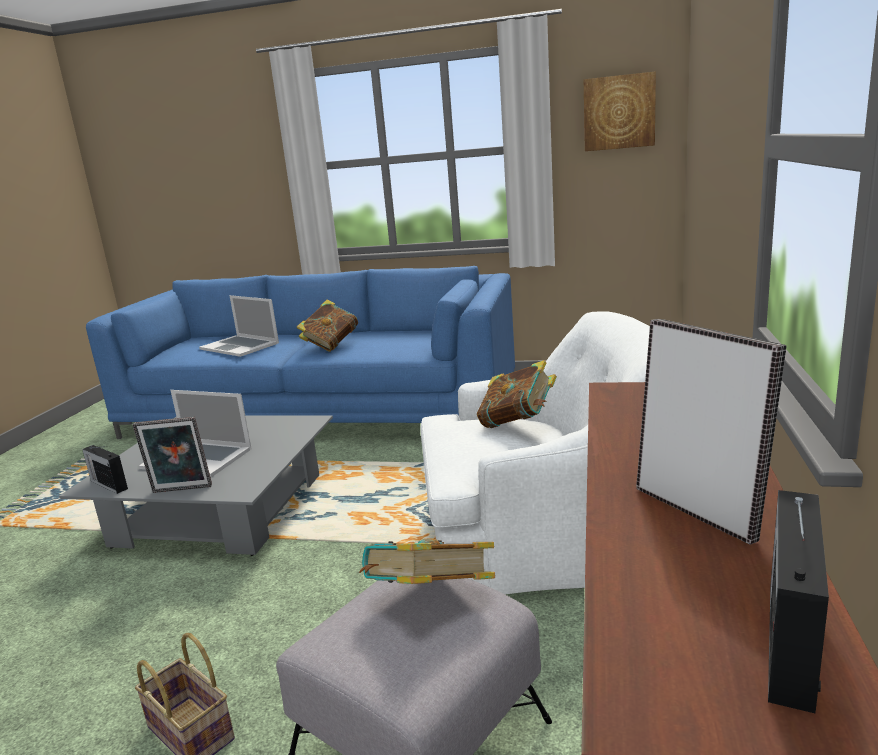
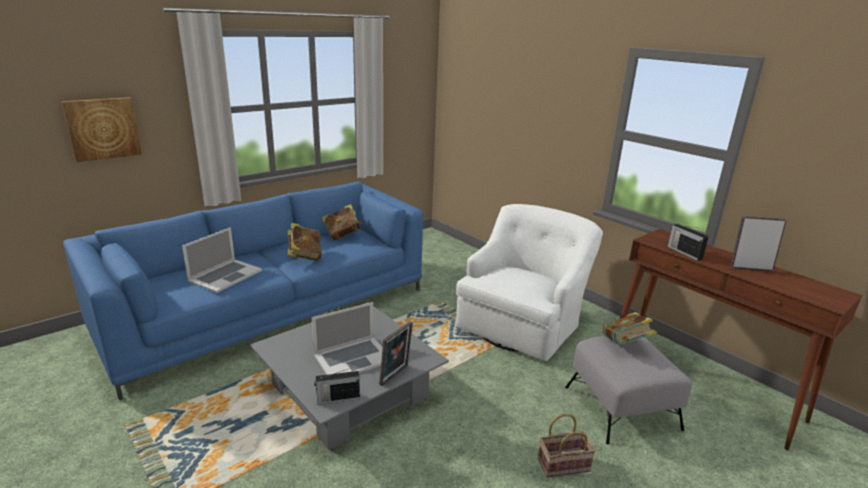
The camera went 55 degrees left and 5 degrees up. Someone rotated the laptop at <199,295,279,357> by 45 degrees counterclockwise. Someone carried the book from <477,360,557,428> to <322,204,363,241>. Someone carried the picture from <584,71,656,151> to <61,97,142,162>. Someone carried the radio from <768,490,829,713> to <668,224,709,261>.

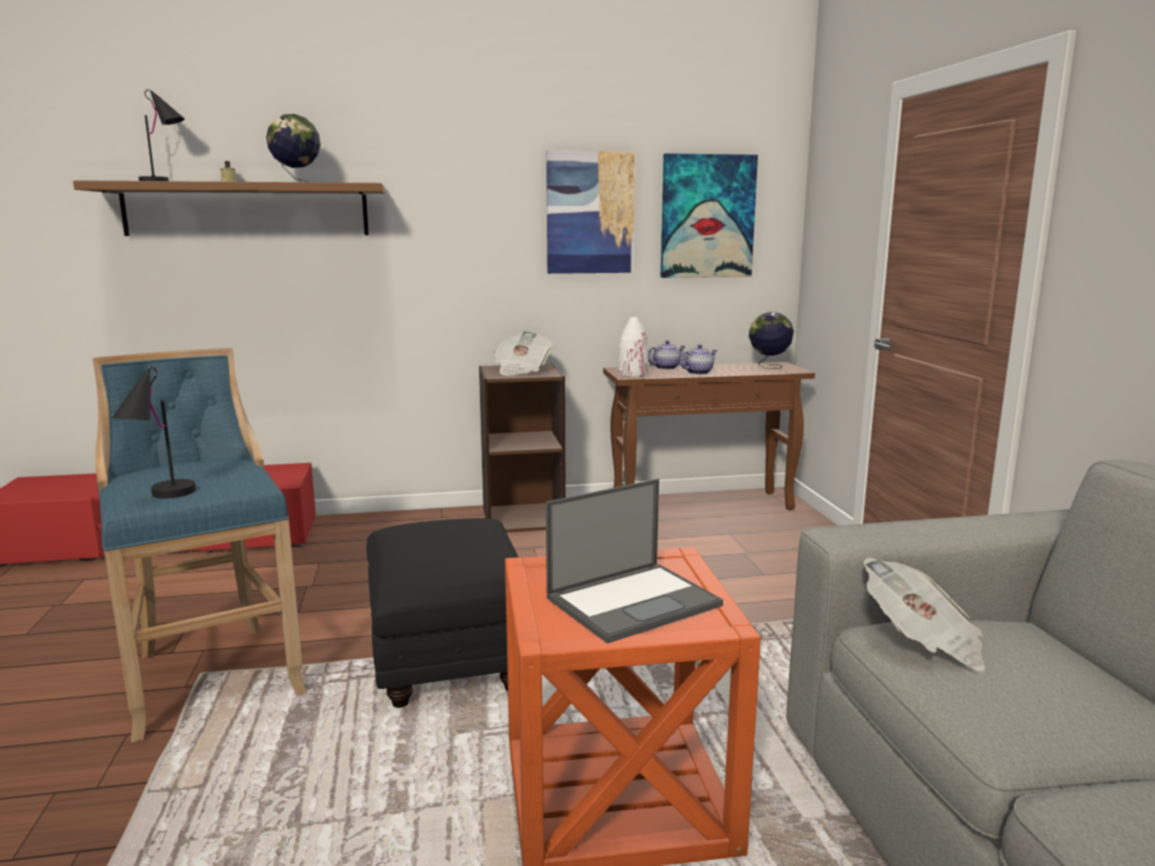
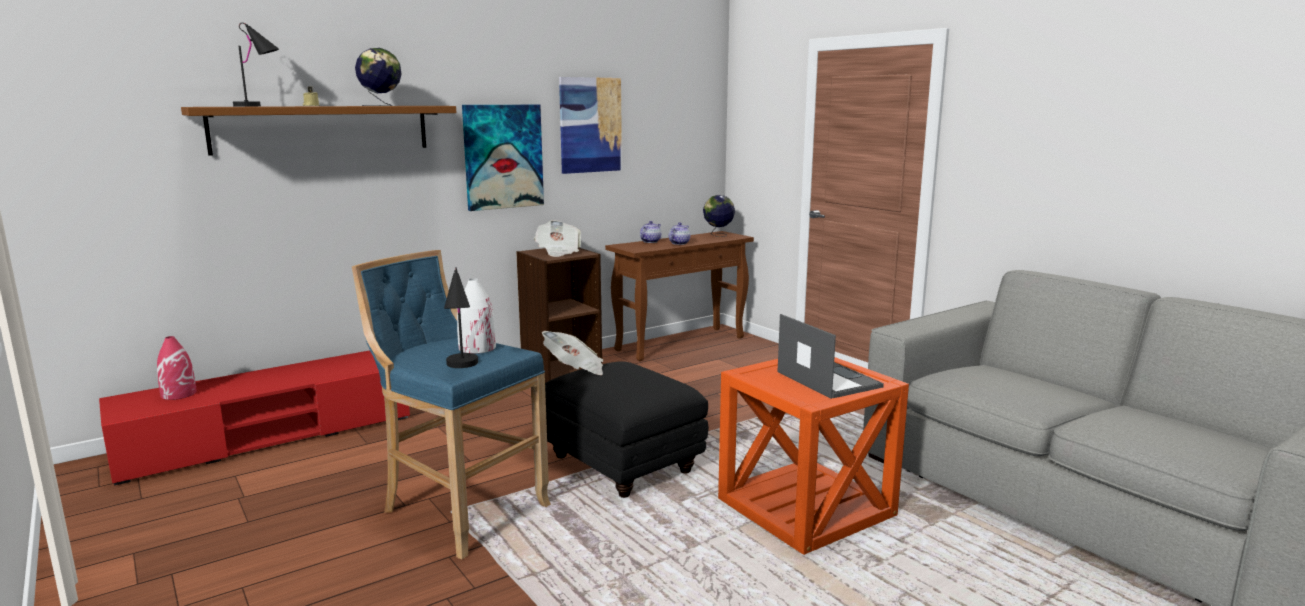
The camera went 25 degrees left and 0 degrees up. Someone rotated the laptop at <546,479,723,644> by 60 degrees counterclockwise. Someone carried the vase (white) from <618,316,649,377> to <457,279,496,354>. Someone carried the picture from <661,153,758,278> to <462,105,544,211>. Someone carried the newspaper from <864,558,985,672> to <542,331,603,375>. Someone put down the vase (red) at <157,336,197,400>.

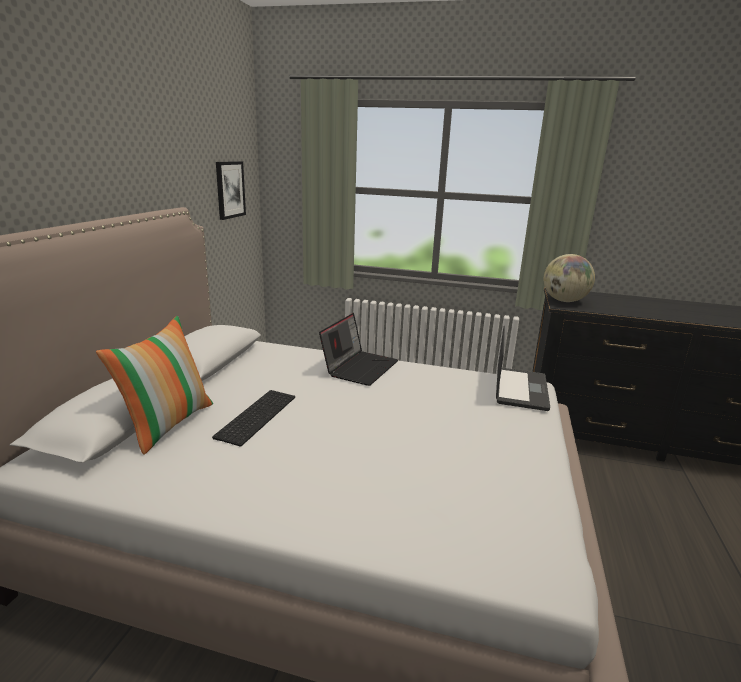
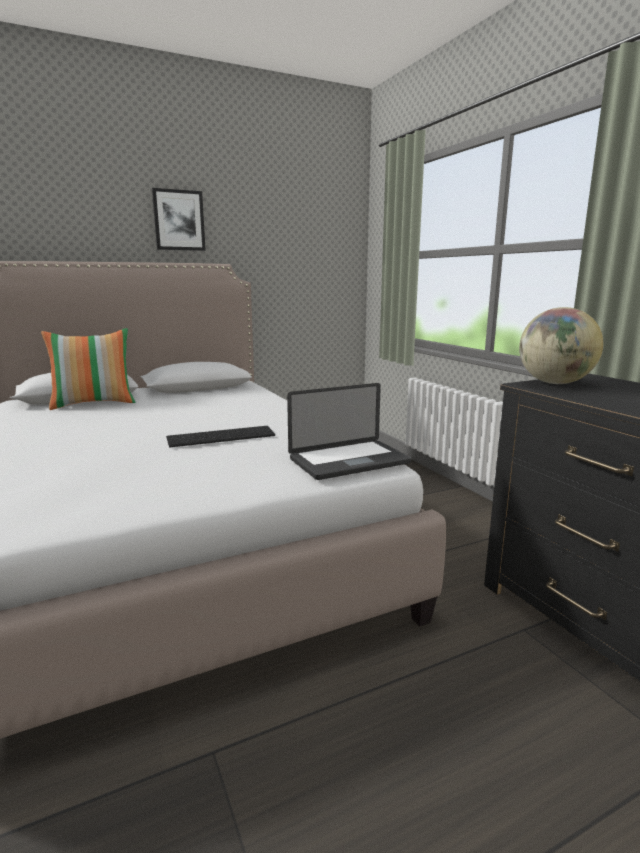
The camera went 50 degrees right and 5 degrees down. Someone carried the keyboard from <212,390,295,446> to <166,426,275,447>. Someone carried the picture from <216,161,246,220> to <152,188,206,251>. Someone took away the laptop at <319,313,398,386>.

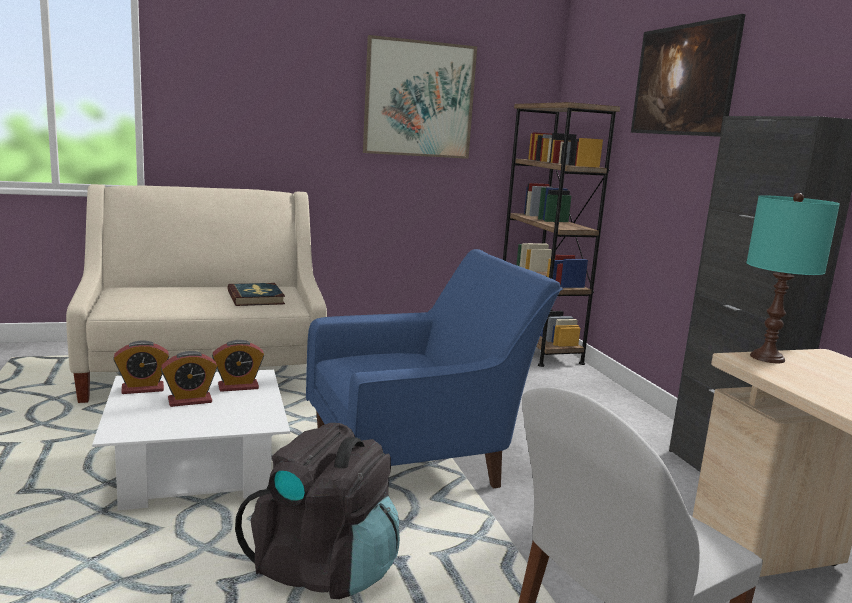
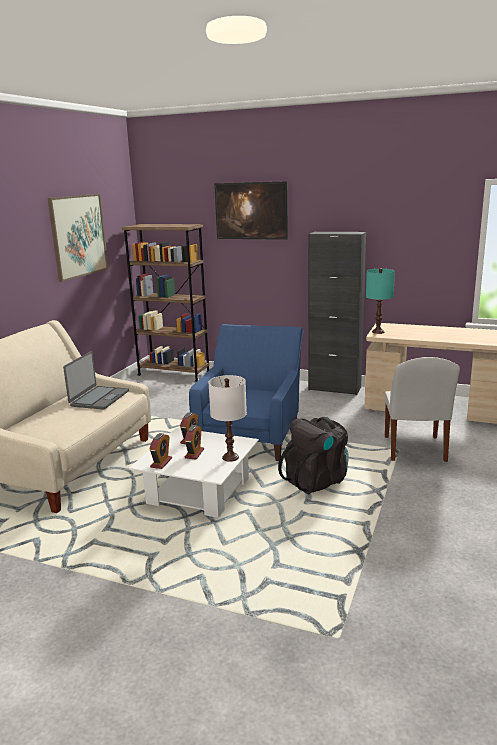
The camera went 50 degrees left and 5 degrees up. Someone swapped the book at <227,283,285,306> for the laptop at <63,351,129,410>. Someone put down the table lamp (white) at <208,375,247,462>.

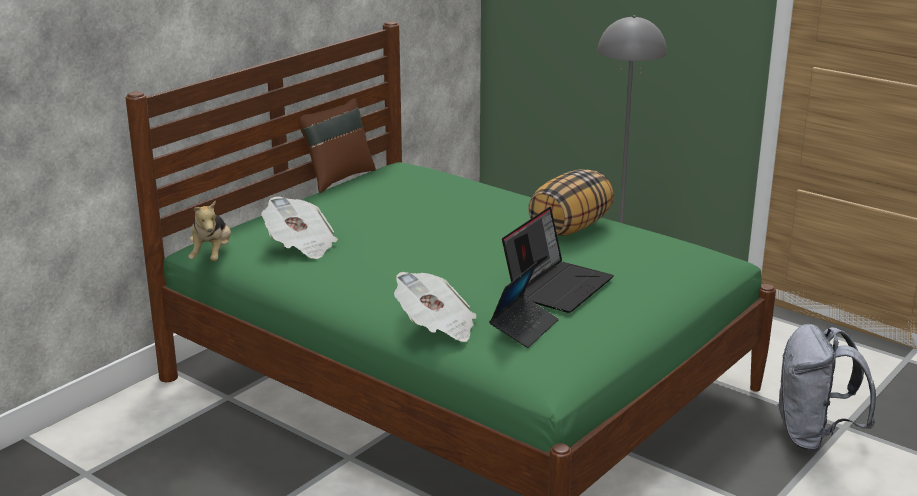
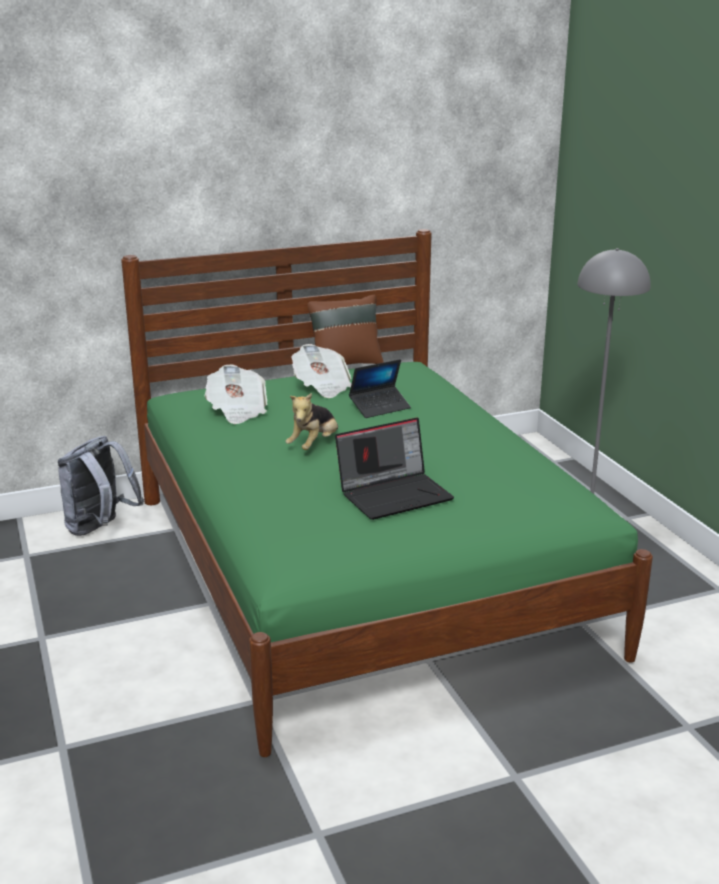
The camera went 30 degrees right and 0 degrees up. Someone carried the plush toy from <188,200,231,261> to <285,393,338,450>. Someone carried the newspaper from <394,272,477,342> to <291,344,352,398>. Someone carried the laptop from <489,262,559,348> to <349,359,411,418>. Someone took away the pillow at <528,169,614,236>. Someone carried the backpack (grey) from <777,324,876,452> to <58,436,144,536>.

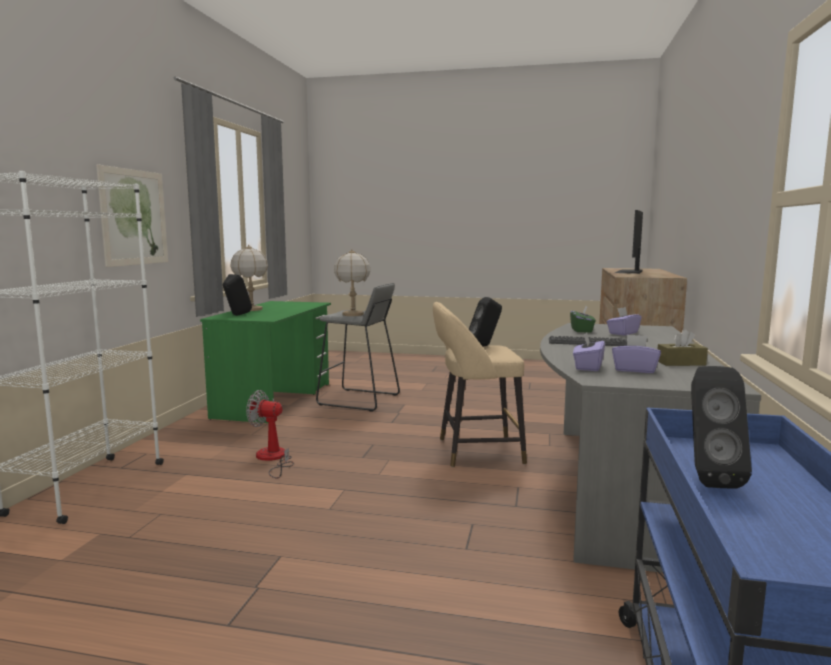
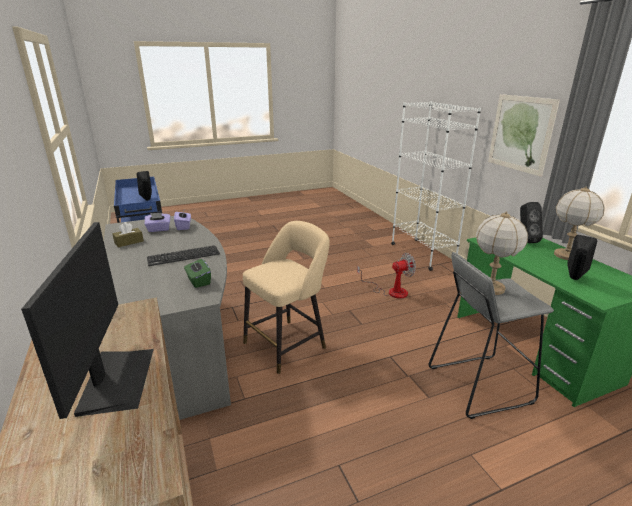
The camera went 145 degrees right and 15 degrees up. Someone carried the speaker (black) from <469,297,502,347> to <567,235,597,280>. Someone took away the tissue box (purple) at <607,307,642,336>.

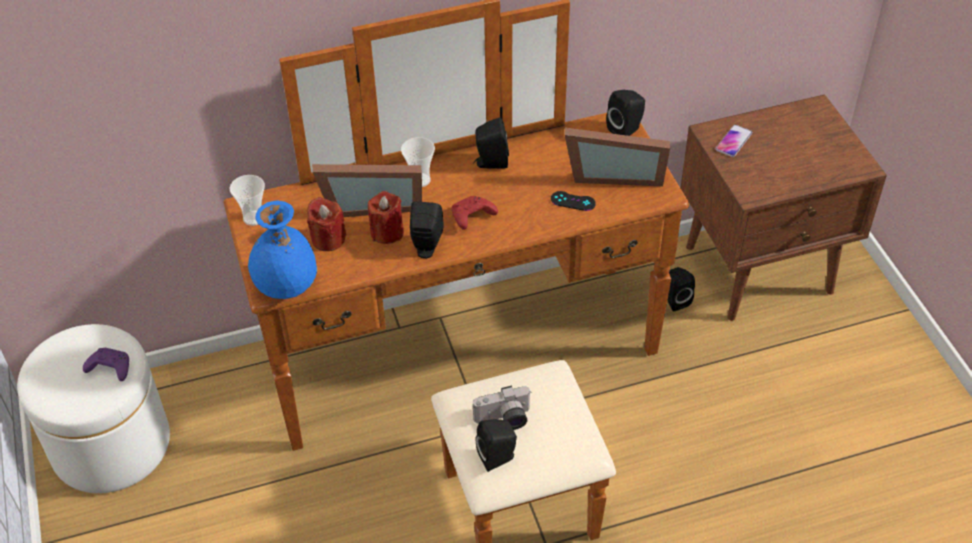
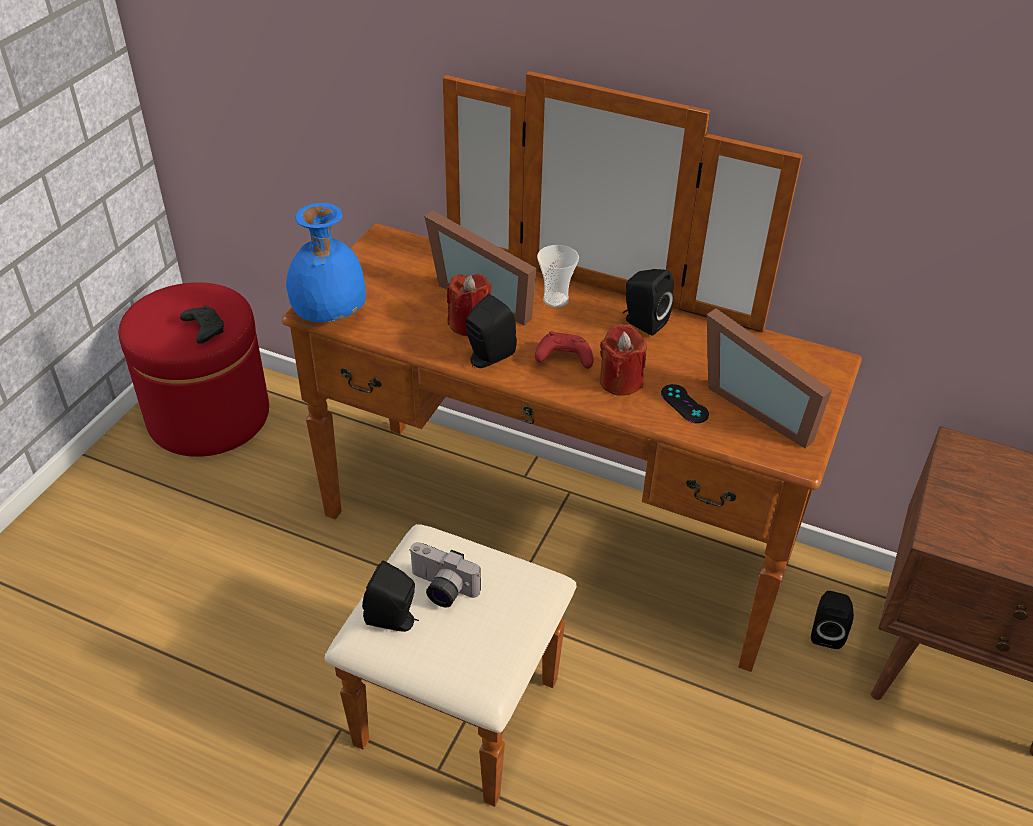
The camera went 40 degrees right and 5 degrees down. Someone repainted the ottoman (white) at <17,324,170,493>, which became the ottoman (red) at <119,282,269,457>. Someone repainted the game controller (purple) at <83,348,129,381>, which became the game controller (black) at <180,305,224,344>. Someone took away the cup at <230,175,265,226>. Someone carried the candle (red) from <307,197,346,251> to <600,324,647,396>. Someone took away the speaker (black) at <606,90,645,136>. Someone took away the phone at <715,125,752,157>.

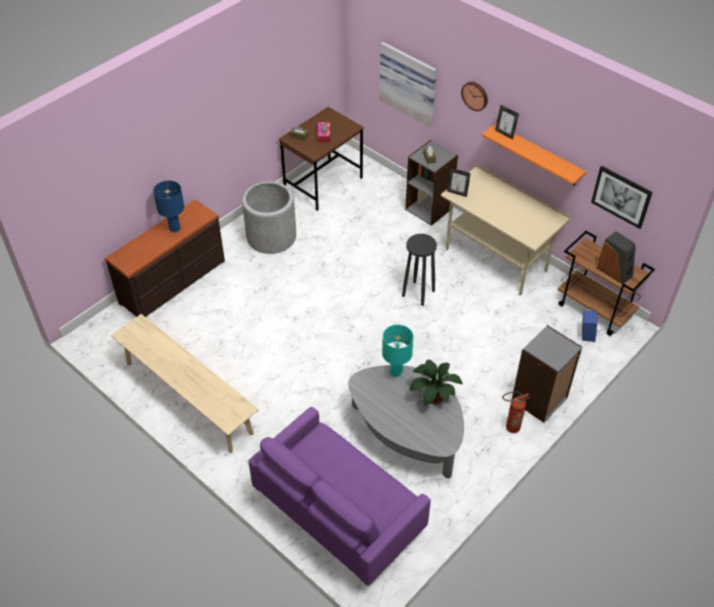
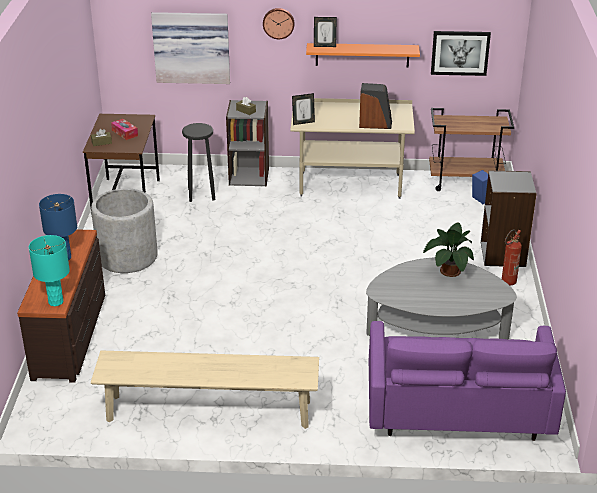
The camera went 40 degrees left and 15 degrees down. Someone carried the table lamp (turquoise) from <382,325,414,377> to <29,235,70,306>. Someone carried the stool (black) from <402,234,437,306> to <182,123,215,202>. Someone carried the speaker from <597,231,636,284> to <359,83,392,129>.

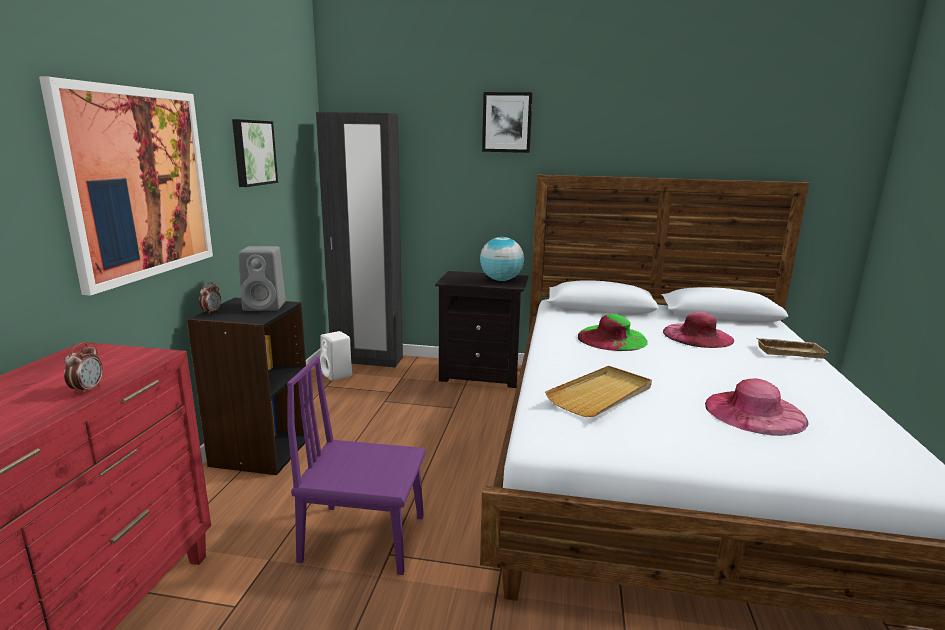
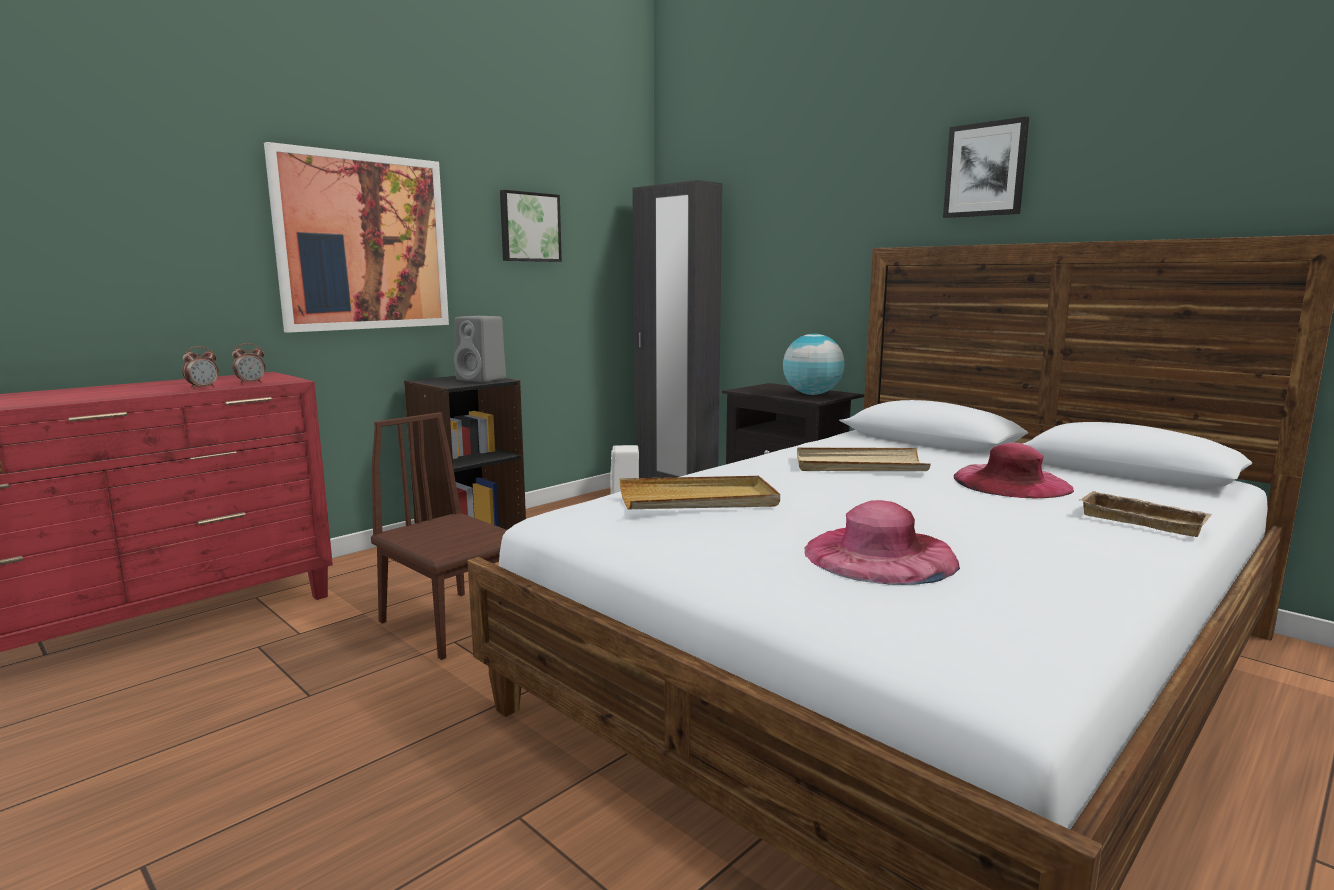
The camera went 35 degrees right and 5 degrees down. Someone carried the alarm clock from <199,282,221,314> to <232,343,266,384>. Someone repainted the chair (purple) at <287,356,426,575>, which became the chair (brown) at <371,412,507,660>. Someone carried the picture from <482,92,533,153> to <943,116,1029,218>. Someone swapped the hat (green) at <578,314,647,351> for the tray (beige) at <797,447,931,471>.

